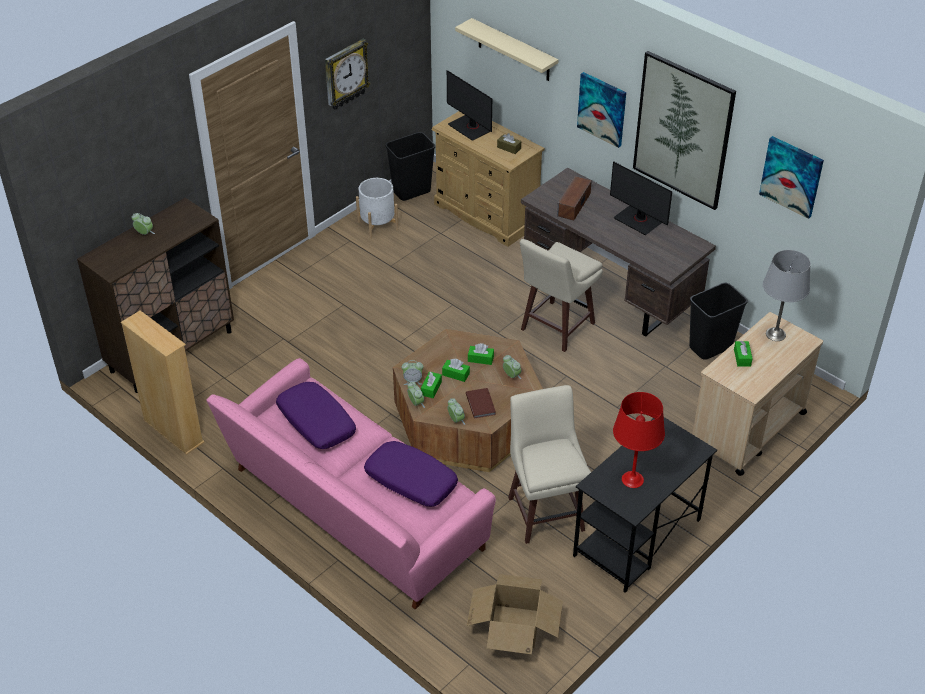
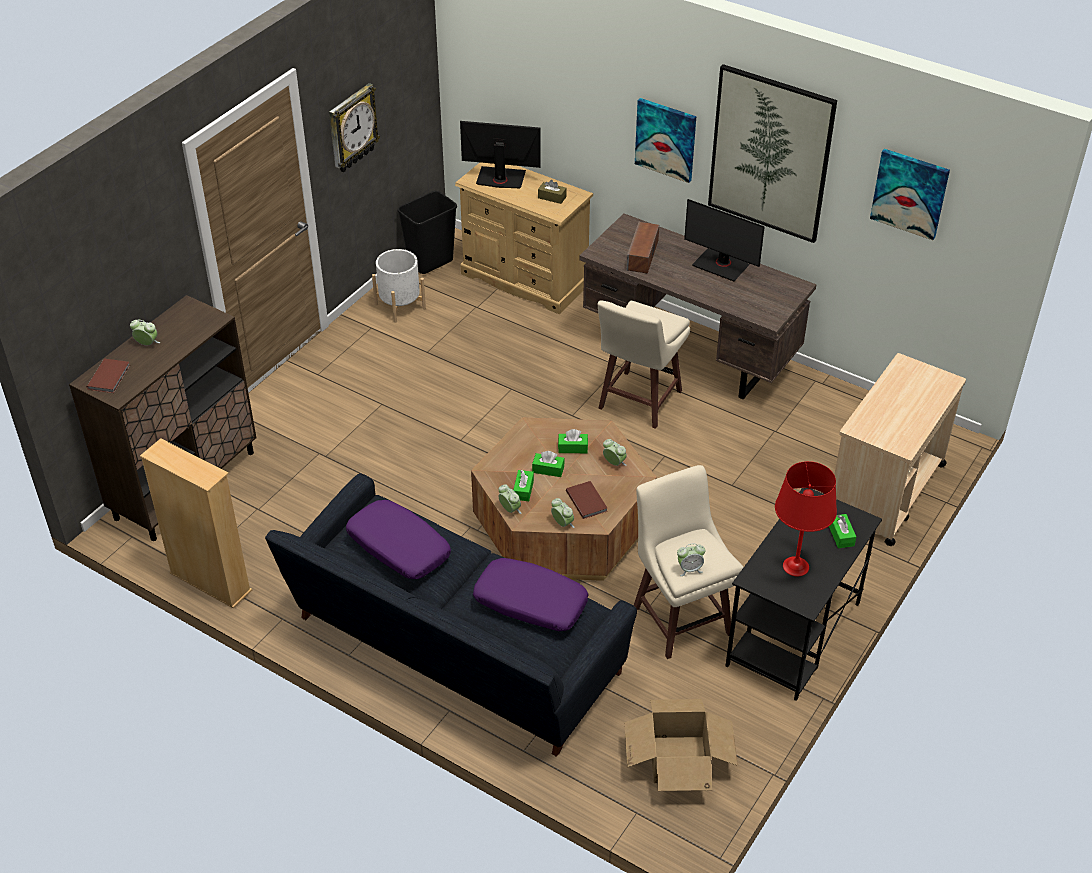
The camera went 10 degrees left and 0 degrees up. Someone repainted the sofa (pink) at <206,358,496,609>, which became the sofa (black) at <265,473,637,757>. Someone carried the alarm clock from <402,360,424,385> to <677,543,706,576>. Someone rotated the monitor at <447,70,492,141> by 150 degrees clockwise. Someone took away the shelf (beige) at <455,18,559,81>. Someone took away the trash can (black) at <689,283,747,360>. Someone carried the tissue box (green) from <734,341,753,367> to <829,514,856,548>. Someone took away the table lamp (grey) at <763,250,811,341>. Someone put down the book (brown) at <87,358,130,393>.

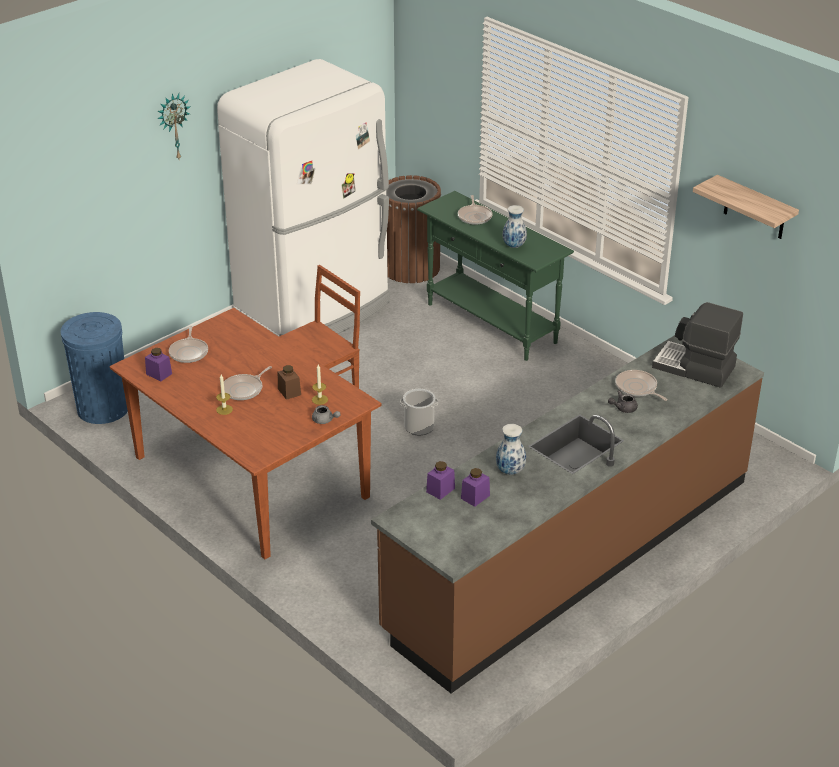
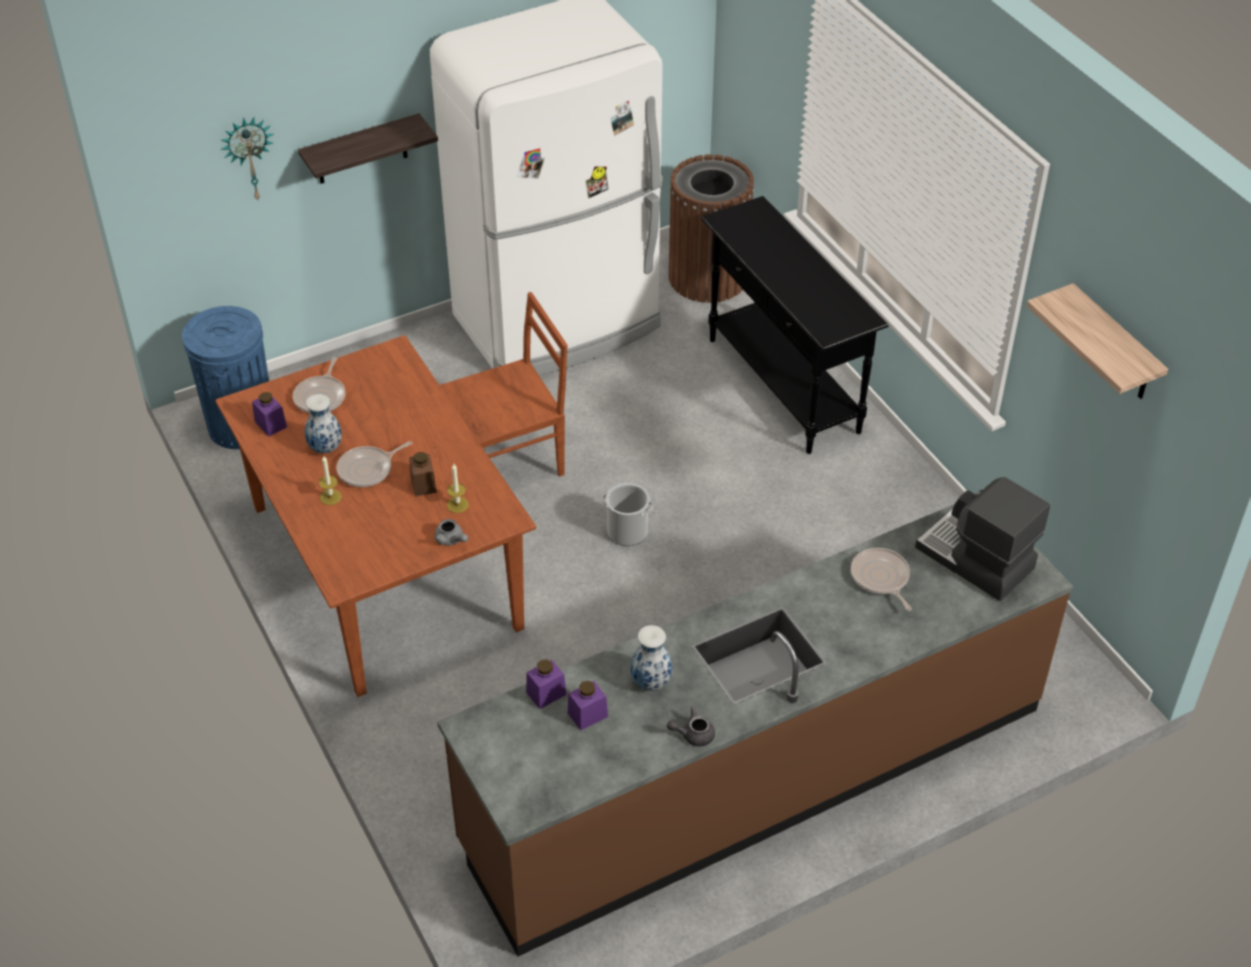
The camera went 15 degrees right and 10 degrees up. Someone carried the wall clock from <158,93,191,159> to <221,117,274,200>. Someone repainted the console table (green) at <417,191,574,361>, which became the console table (black) at <701,196,889,454>. Someone took away the frying pan at <458,195,492,225>. Someone carried the vase from <503,205,527,248> to <305,394,342,453>. Someone carried the teapot (grey) from <608,390,638,413> to <667,707,715,747>. Someone put up the shelf at <298,113,438,184>.

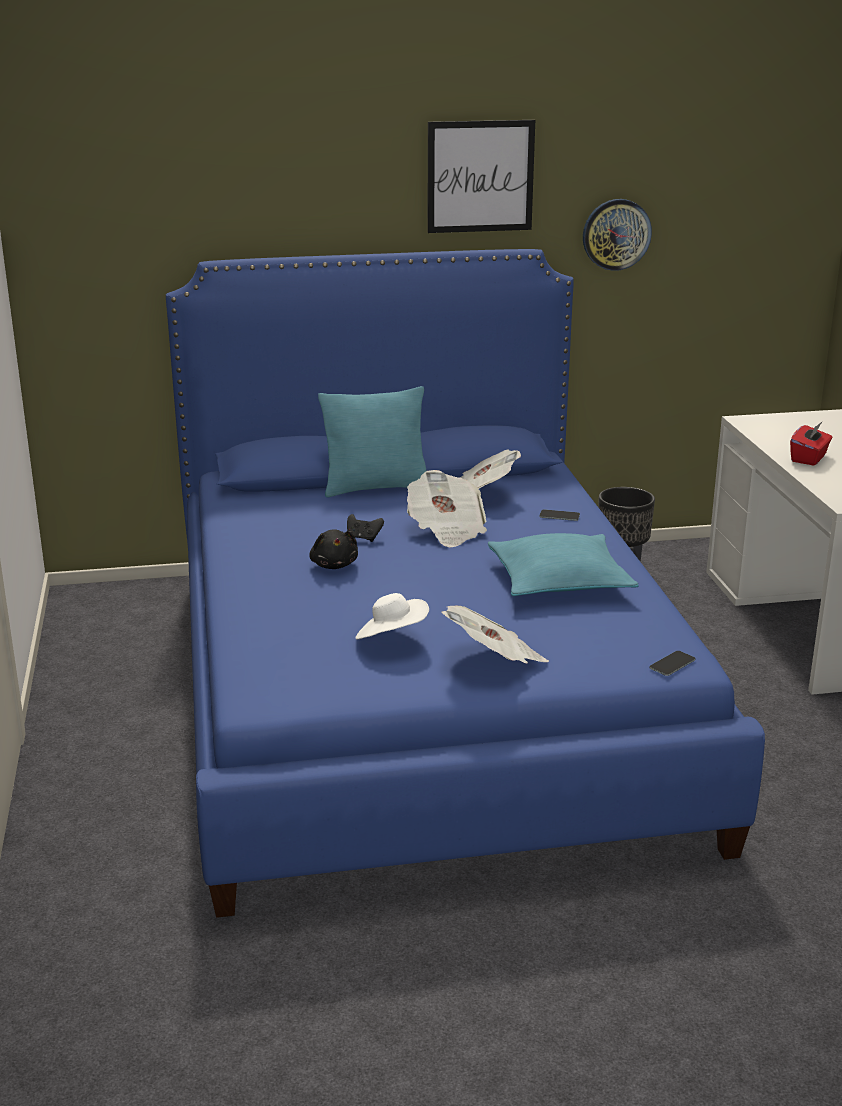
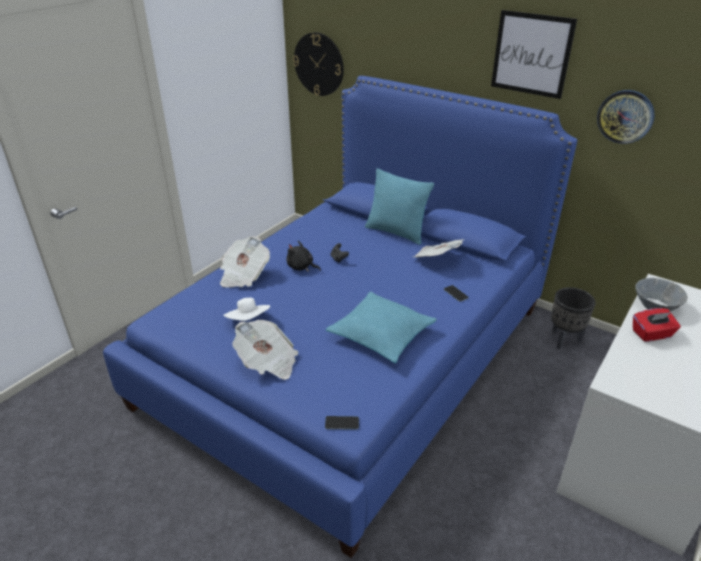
The camera went 45 degrees right and 10 degrees up. Someone rotated the plush toy (black) at <309,529,358,569> by 90 degrees clockwise. Someone carried the newspaper from <407,470,487,548> to <220,236,270,288>. Someone put up the wall clock at <293,32,344,96>. Someone put down the bowl (grey) at <635,278,688,311>.

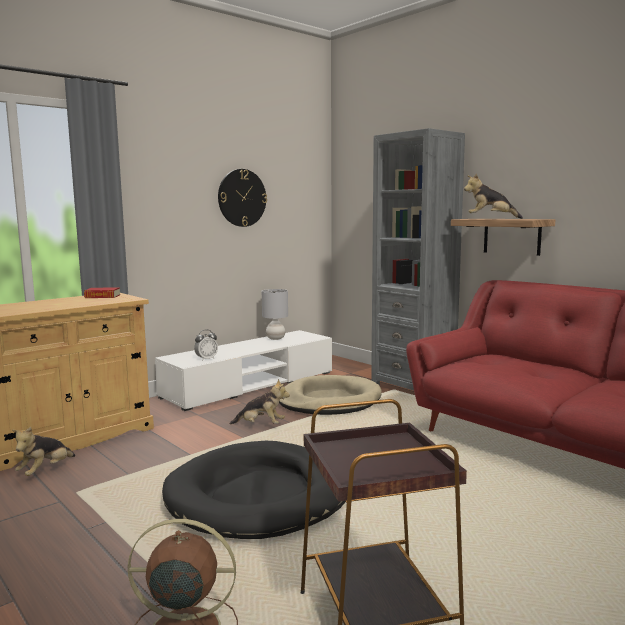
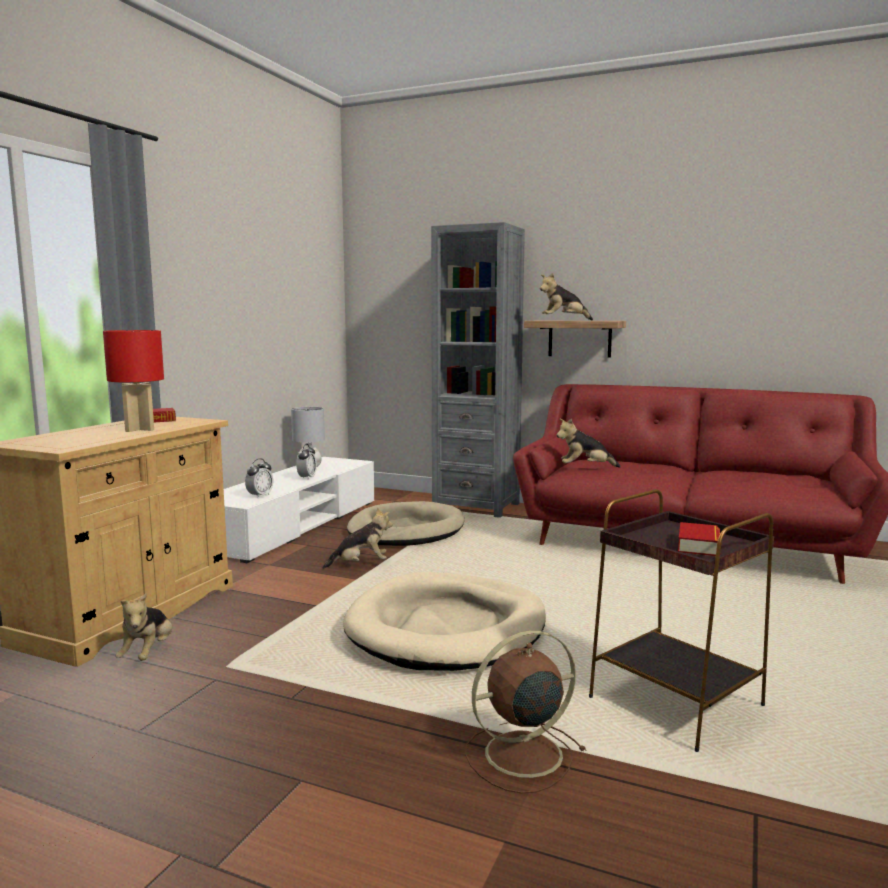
The camera went 25 degrees left and 0 degrees up. Someone repainted the dog bed (black) at <162,441,346,539>, which became the dog bed (beige) at <343,572,546,671>. Someone took away the wall clock at <218,169,267,227>. Someone put down the table lamp (red) at <103,330,164,432>. Someone put down the alarm clock at <296,444,317,480>. Someone put down the plush toy at <557,418,621,468>. Someone put down the book at <678,522,721,556>.

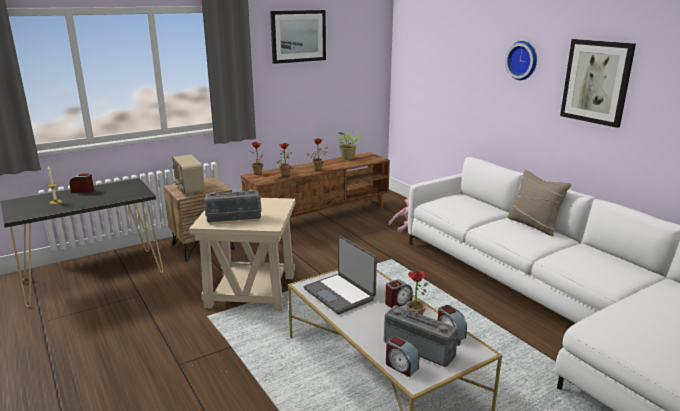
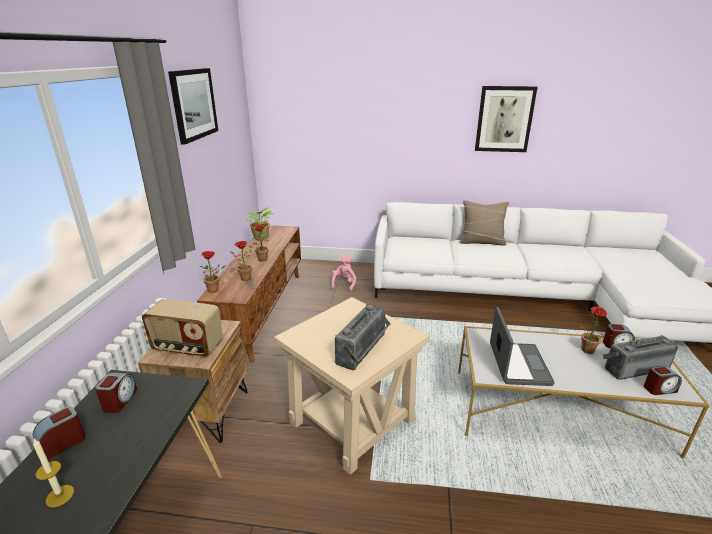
The camera went 50 degrees left and 5 degrees up. Someone rotated the laptop at <304,236,377,315> by 90 degrees counterclockwise. Someone carried the alarm clock from <385,280,413,308> to <95,373,137,413>. Someone took away the wall clock at <505,41,537,80>.

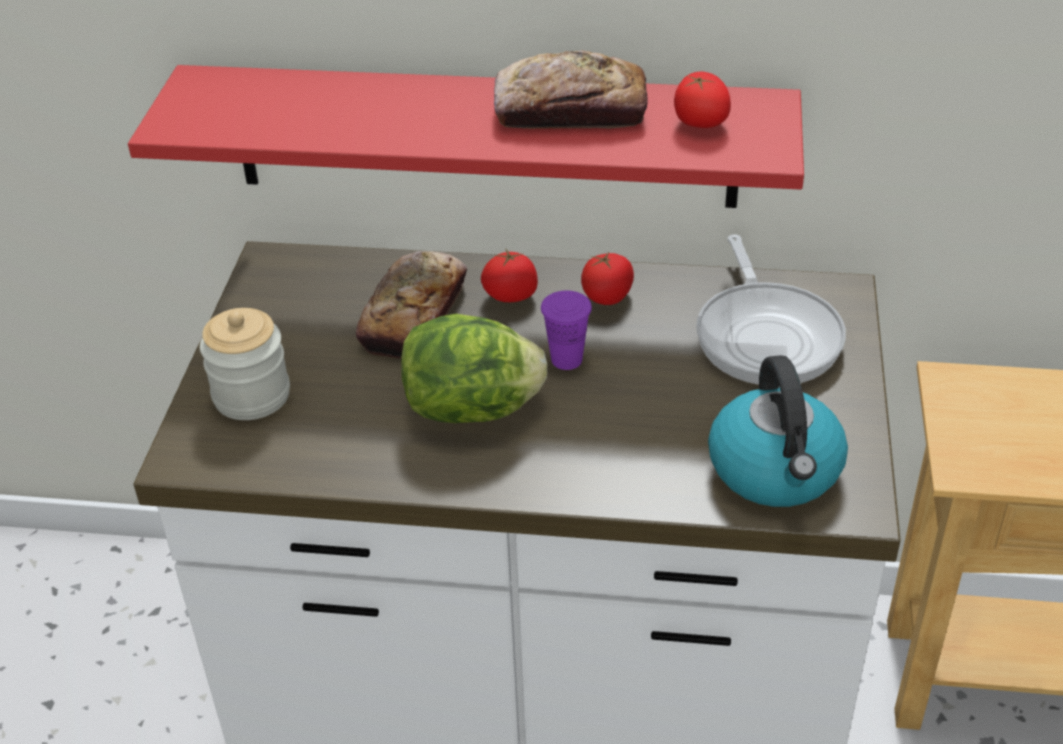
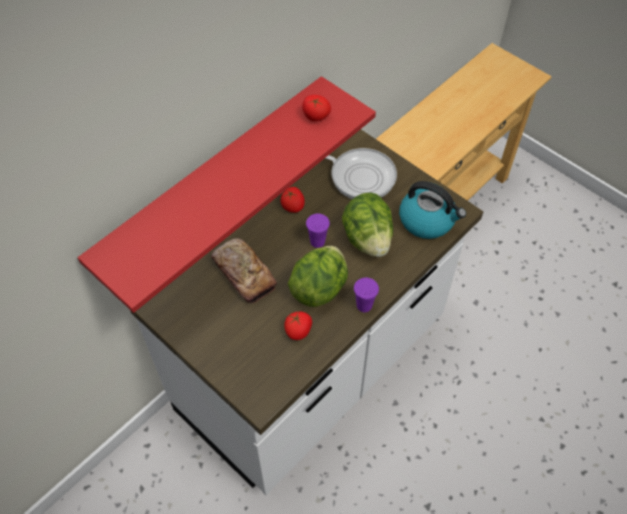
The camera went 55 degrees left and 15 degrees up. Someone took away the jar at <200,308,290,420>. Someone carried the tomato from <481,248,538,302> to <284,312,312,340>. Someone took away the bread at <494,51,648,129>. Someone put down the lettuce at <342,193,393,257>. Someone put down the cup (purple) at <354,278,379,312>.

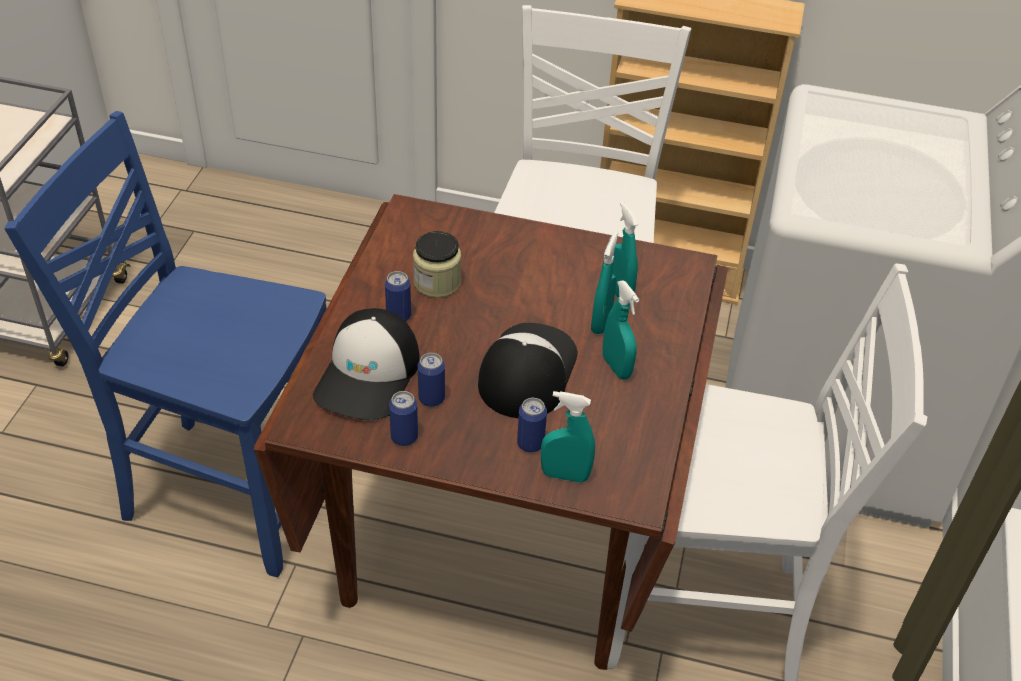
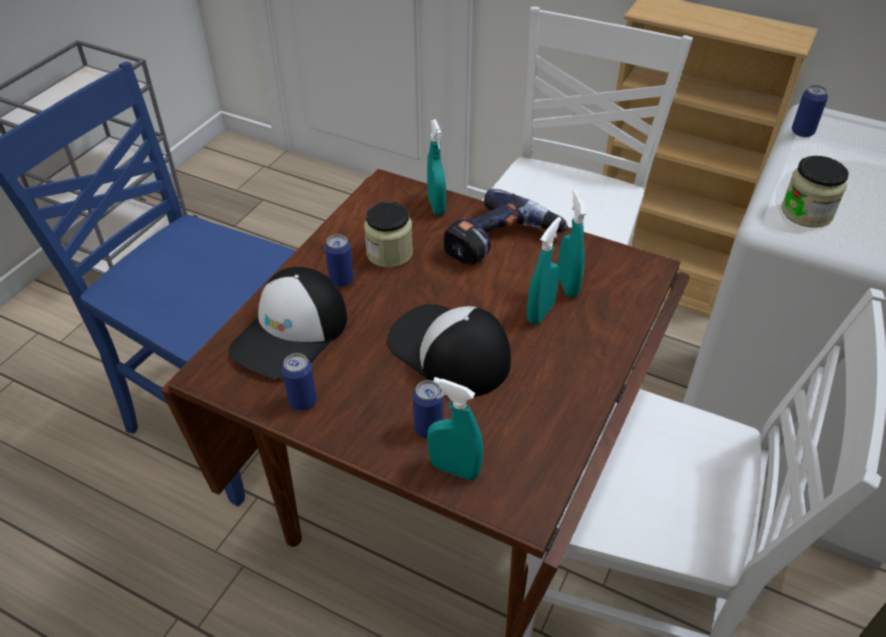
The camera went 15 degrees right and 0 degrees up. Someone carried the can from <418,353,445,407> to <792,85,828,137>. Someone rotated the cap at <478,323,578,418> by 75 degrees counterclockwise. Someone carried the spray bottle (turquoise) from <603,280,639,380> to <427,119,446,215>. Someone put down the power drill at <443,189,568,265>. Someone put down the jar at <781,156,849,228>.

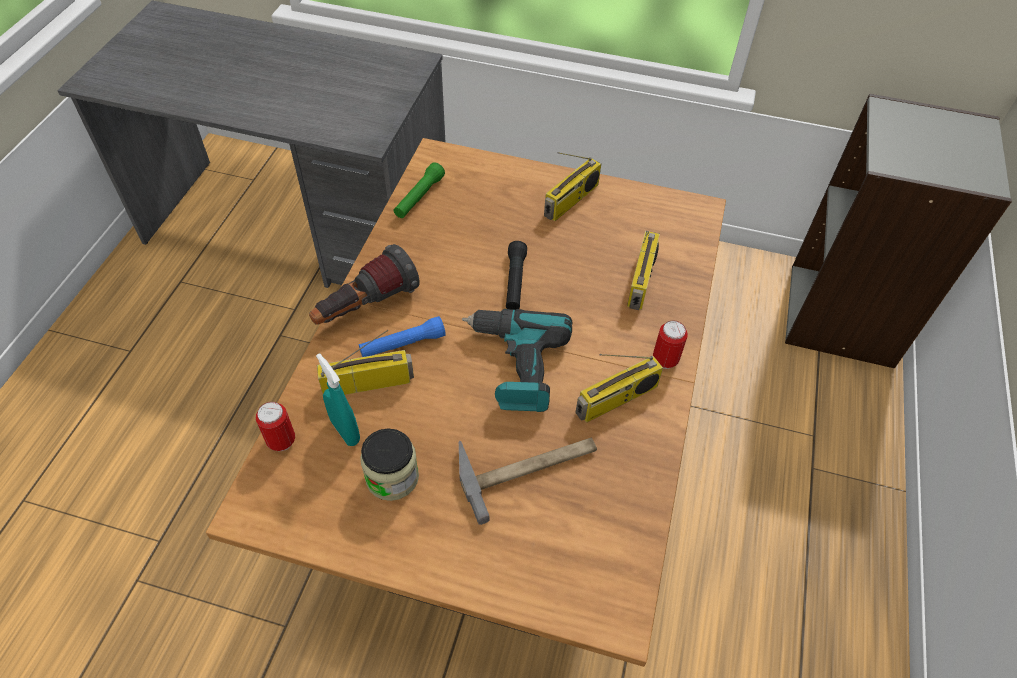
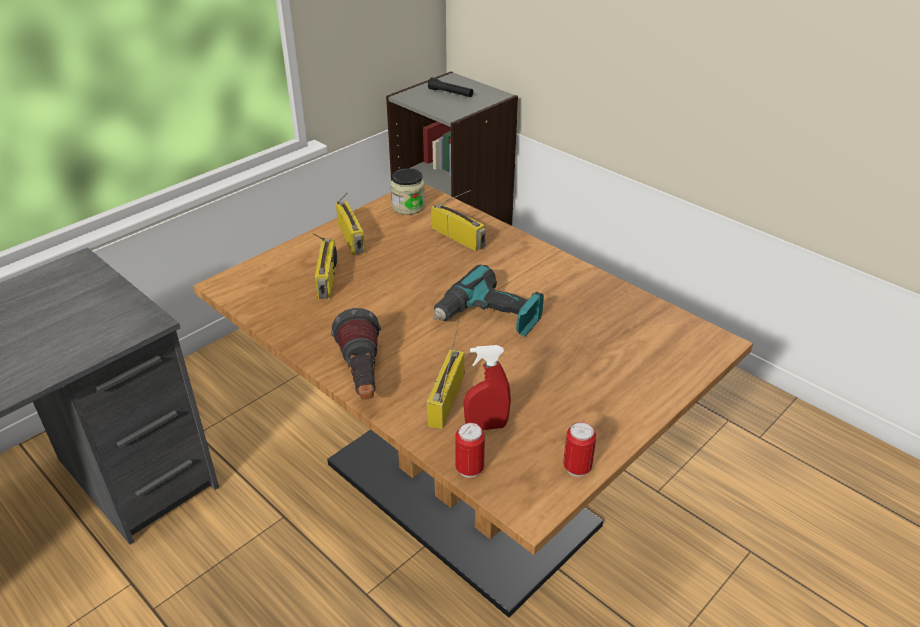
The camera went 60 degrees left and 15 degrees down. Someone repainted the spray bottle (turquoise) at <316,353,360,446>, which became the spray bottle (red) at <464,345,511,430>. Someone took away the flashlight (blue) at <359,316,446,357>. Someone carried the jar from <360,429,419,501> to <390,168,425,215>. Someone took away the flashlight (green) at <394,162,445,218>. Someone took away the hammer at <459,438,597,525>. Someone carried the flashlight (black) from <506,241,527,310> to <428,77,473,97>. Someone carried the radio from <575,354,663,423> to <313,233,337,299>. Someone carried the can from <653,320,688,369> to <563,422,596,477>.

